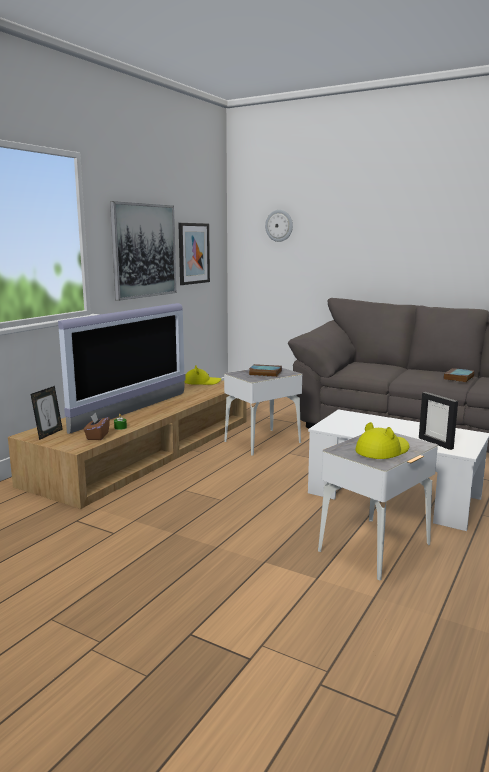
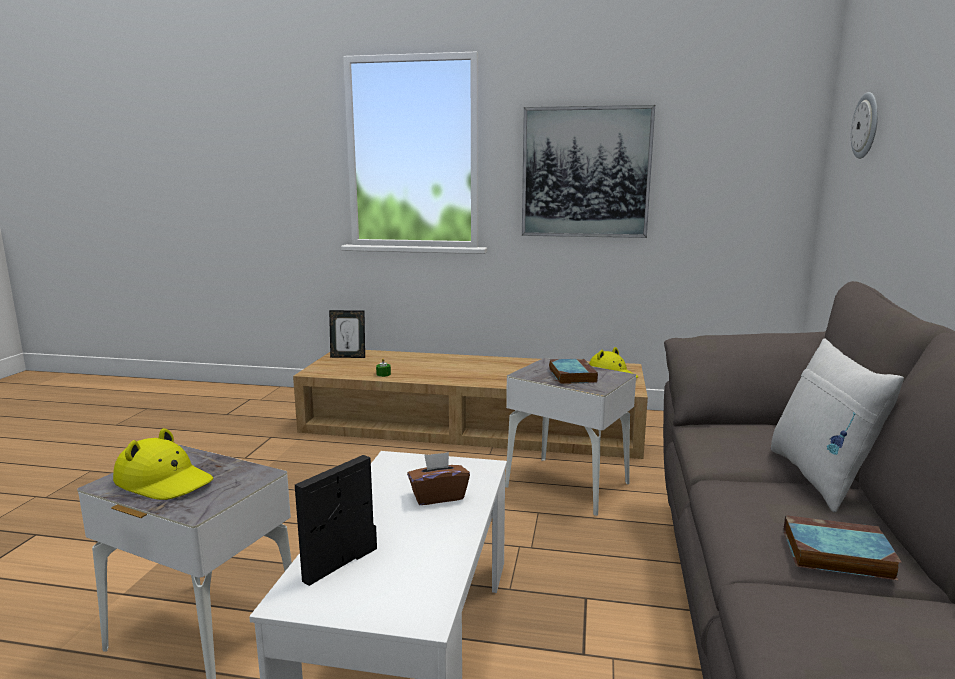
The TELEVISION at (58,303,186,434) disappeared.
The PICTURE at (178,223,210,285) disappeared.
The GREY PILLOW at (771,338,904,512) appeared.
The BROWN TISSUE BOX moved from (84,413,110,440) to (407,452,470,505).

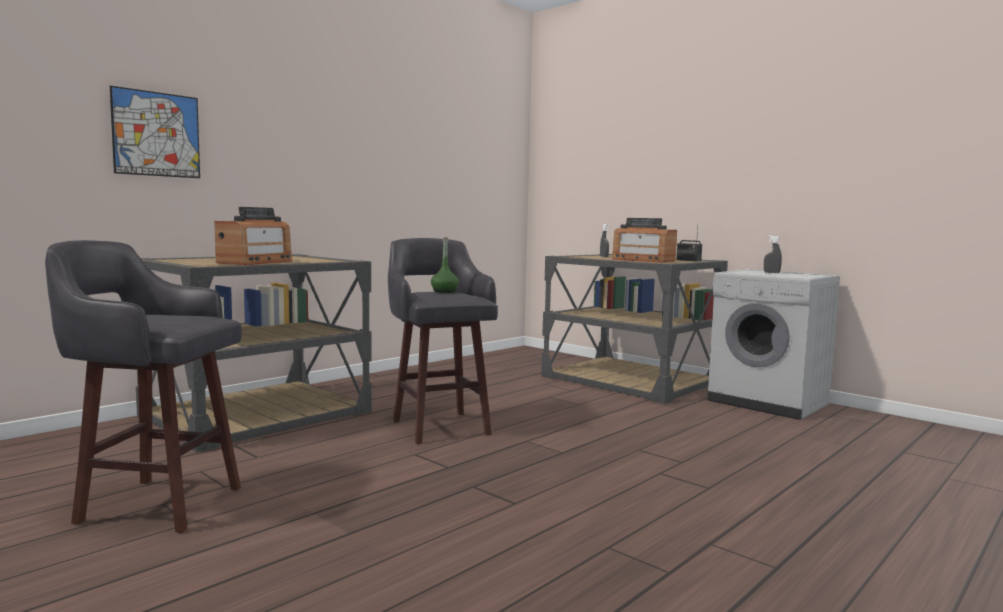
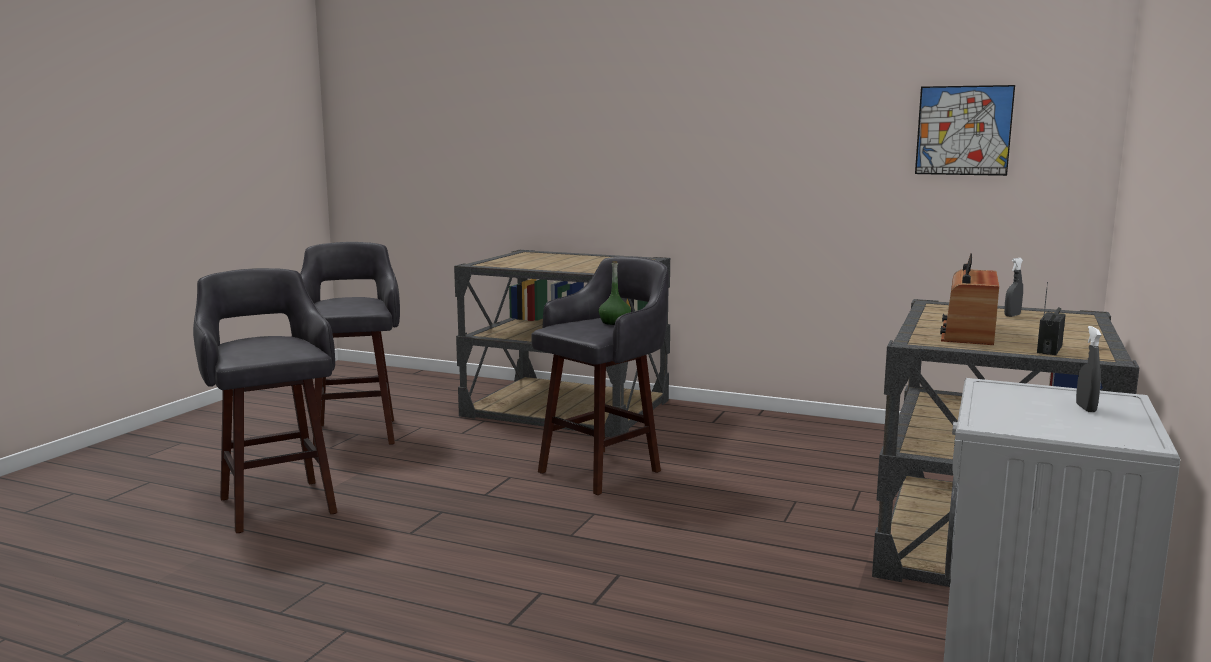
The RADIO at (214,207,292,265) disappeared.
The GREY STOOL at (193,268,337,533) appeared.
The PICTURE moved from (110,86,200,178) to (915,85,1015,176).

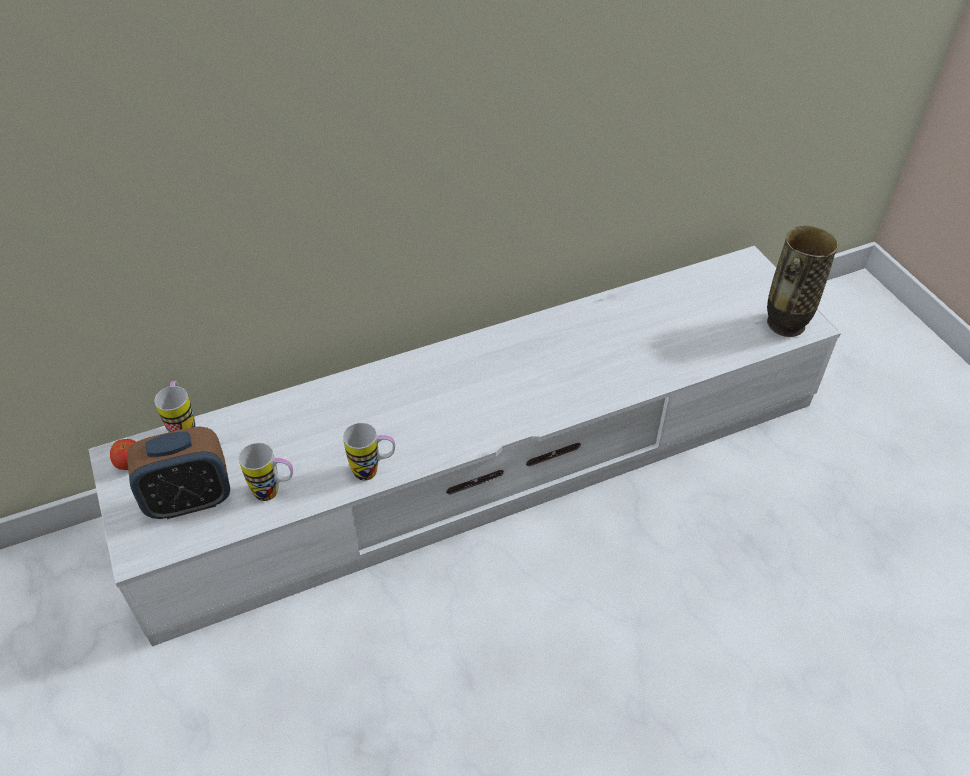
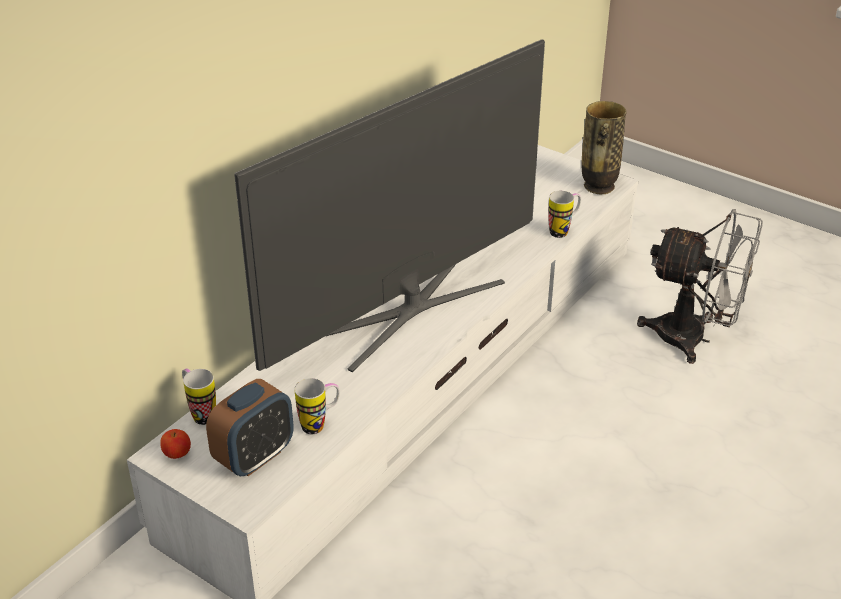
The TELEVISION at (234,39,545,372) appeared.
The GREY FAN at (637,209,763,364) appeared.
The MUG moved from (343,423,395,481) to (548,191,581,238).

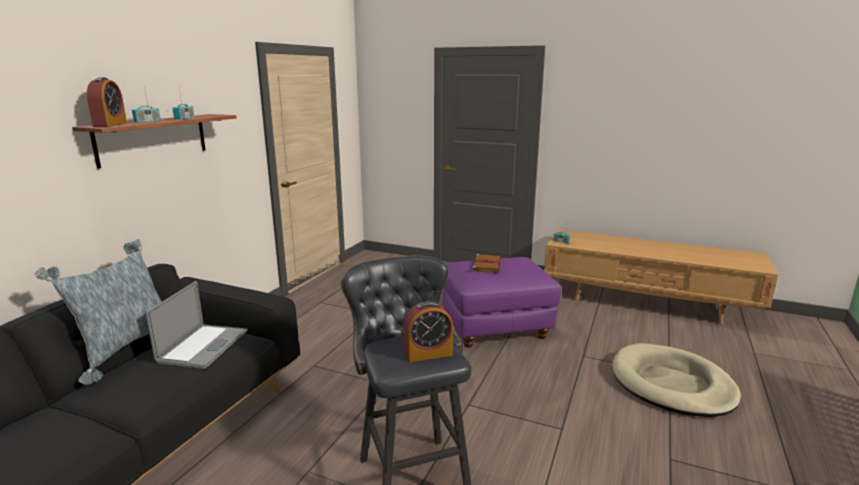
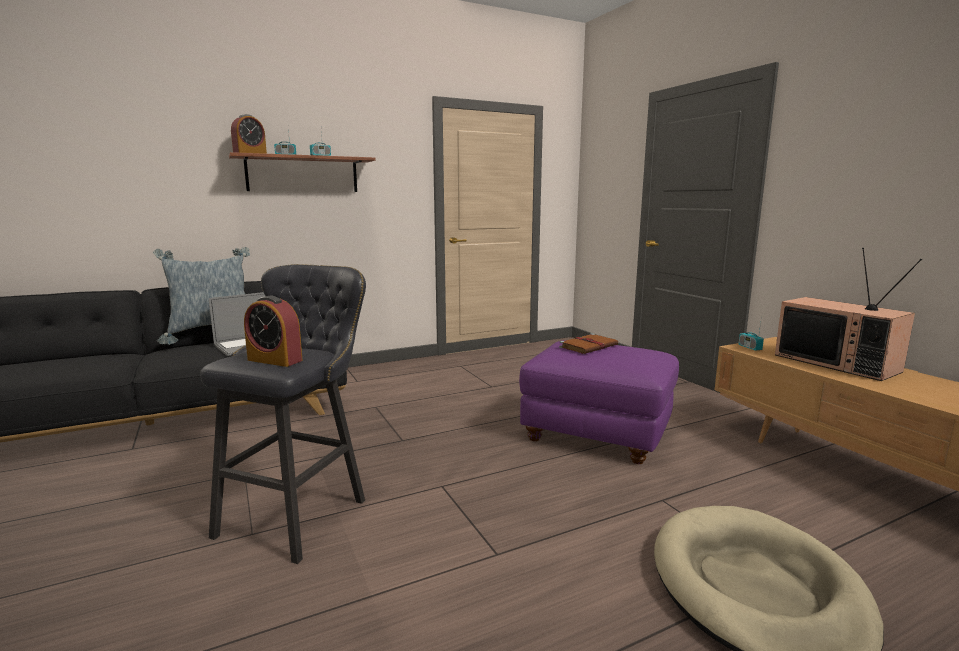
The TELEVISION at (775,248,922,381) appeared.

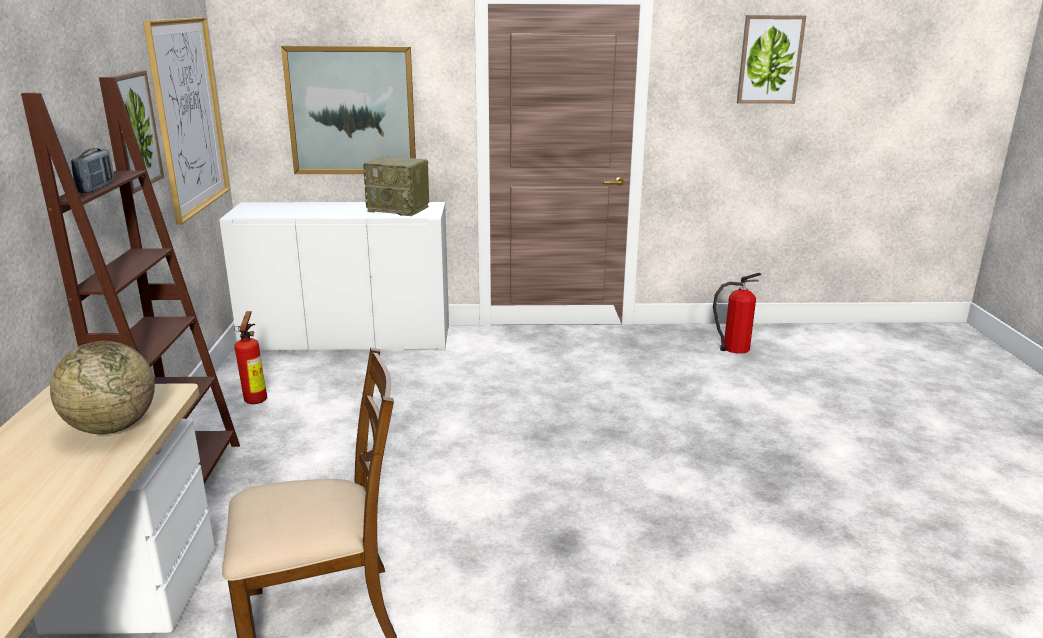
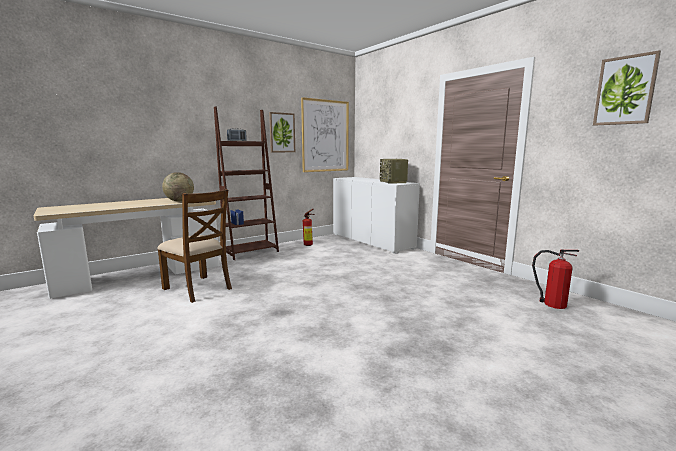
The PICTURE at (281,46,416,174) disappeared.

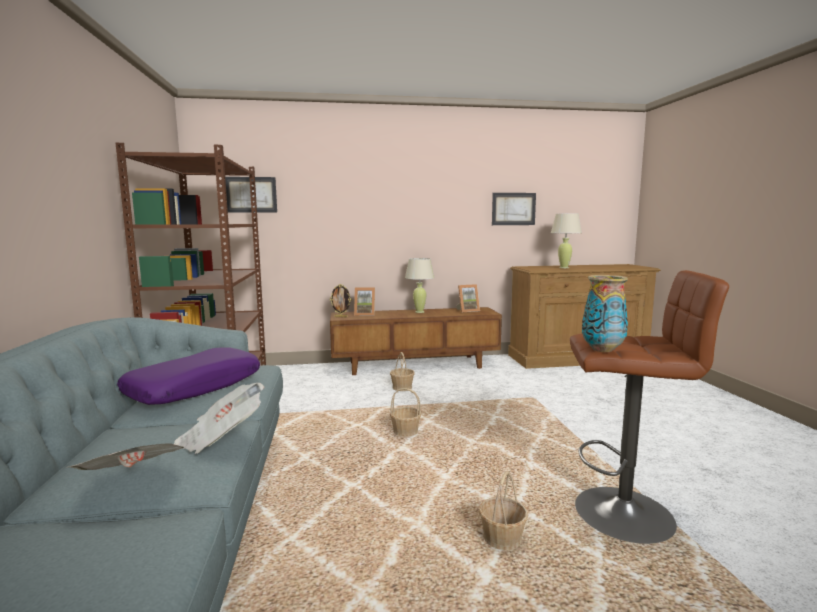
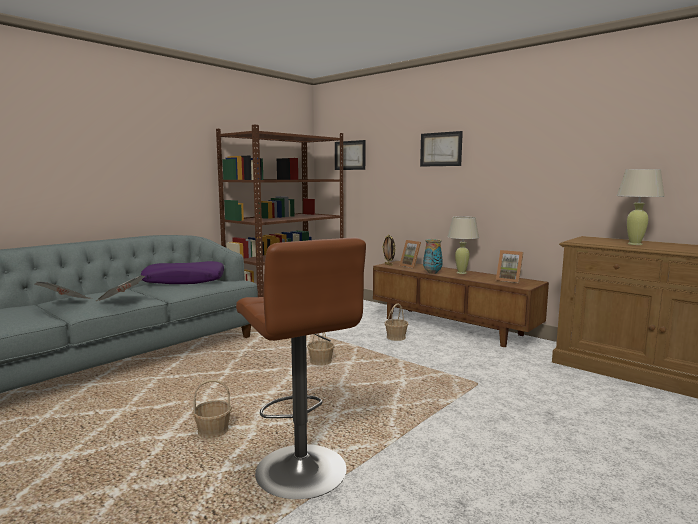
The PICTURE moved from (492,193,536,225) to (420,131,463,167).
The VASE moved from (582,275,628,352) to (423,239,443,274).

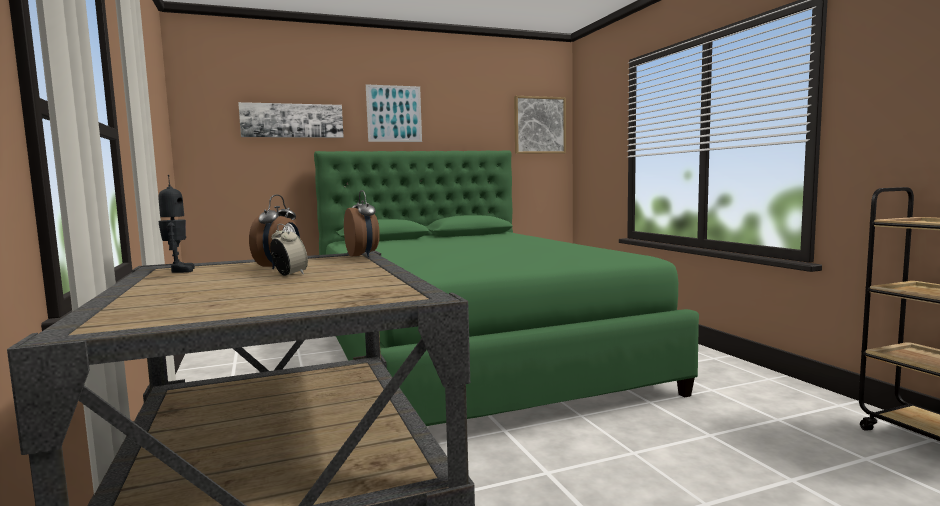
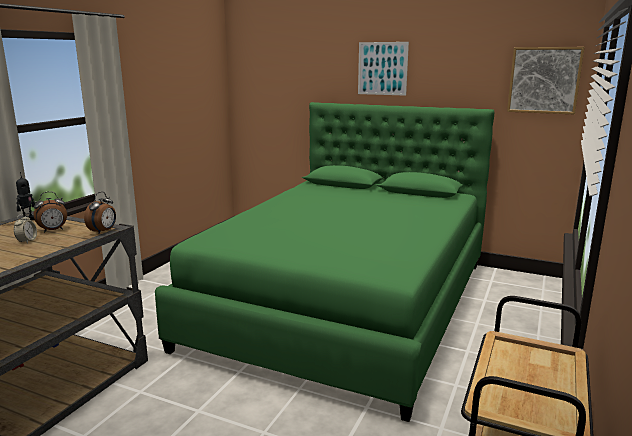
The PICTURE at (238,102,344,138) disappeared.

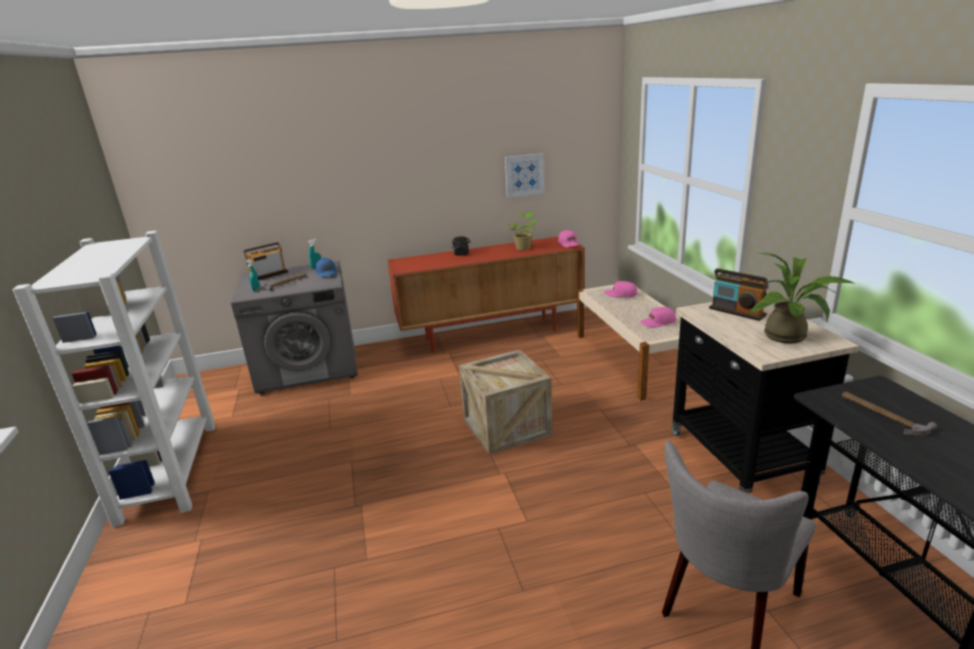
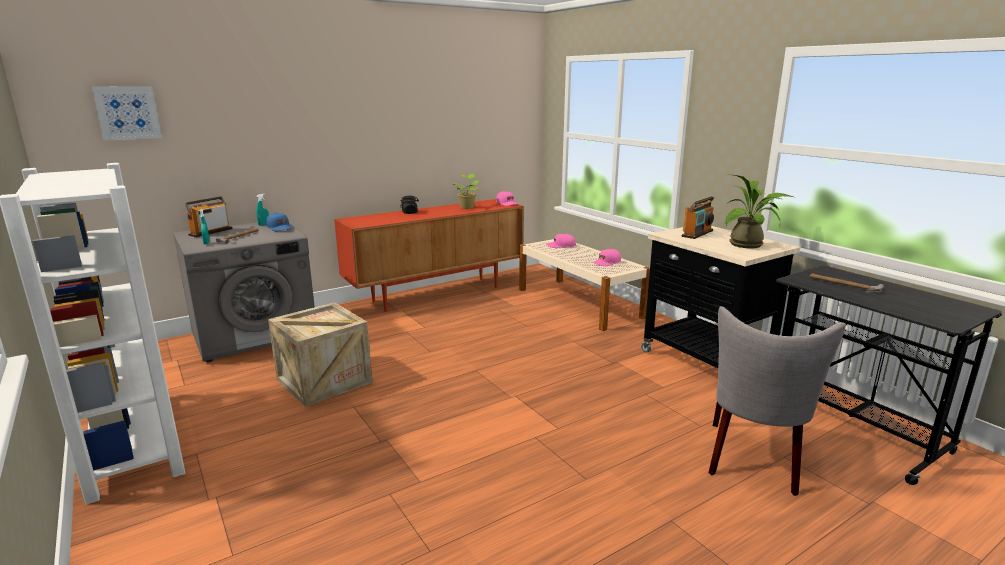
The CRATE moved from (459,350,553,455) to (268,302,372,407).
The PICTURE moved from (505,153,545,198) to (92,86,162,141).
The RADIO at (709,268,769,321) turned 75 degrees counterclockwise.

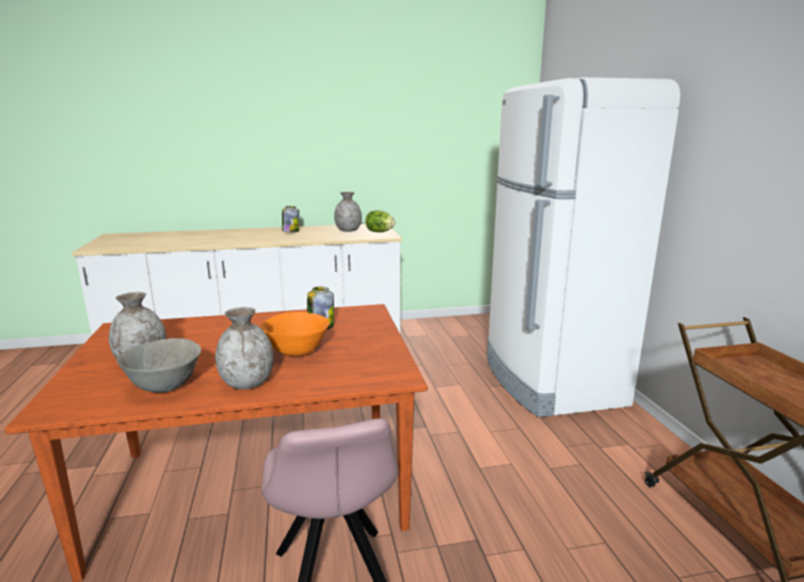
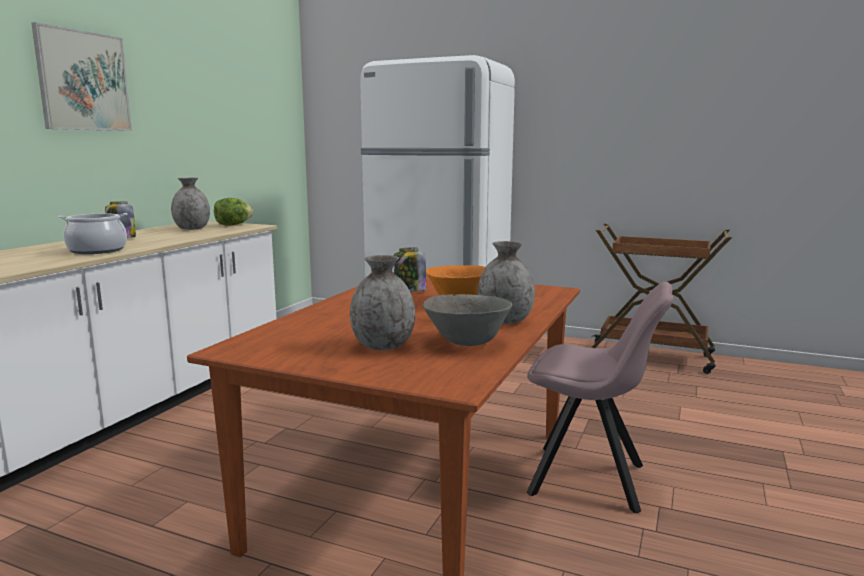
The PICTURE at (31,22,132,131) appeared.
The COOKING POT at (58,213,127,254) appeared.

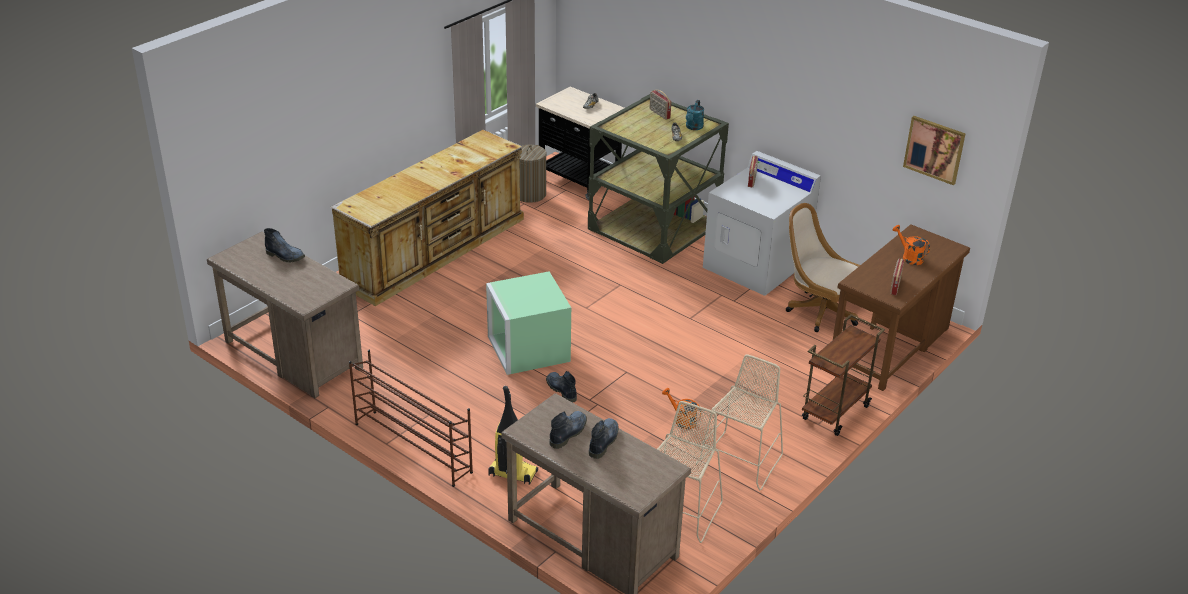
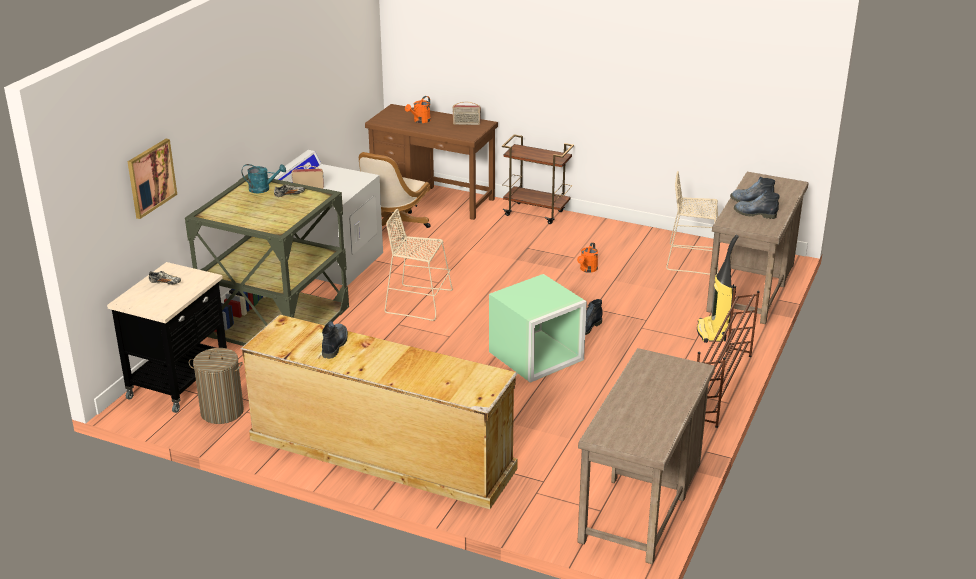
The RADIO at (650,90,671,120) disappeared.
The BOOT moved from (264,228,305,262) to (322,321,348,359).
The BEIGE STOOL moved from (696,355,783,491) to (384,209,453,321).
The PICTURE moved from (903,116,966,185) to (127,139,177,219).

